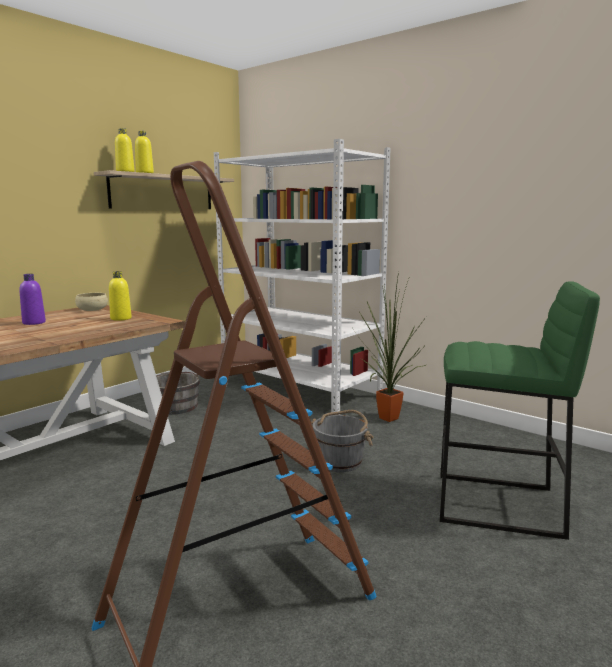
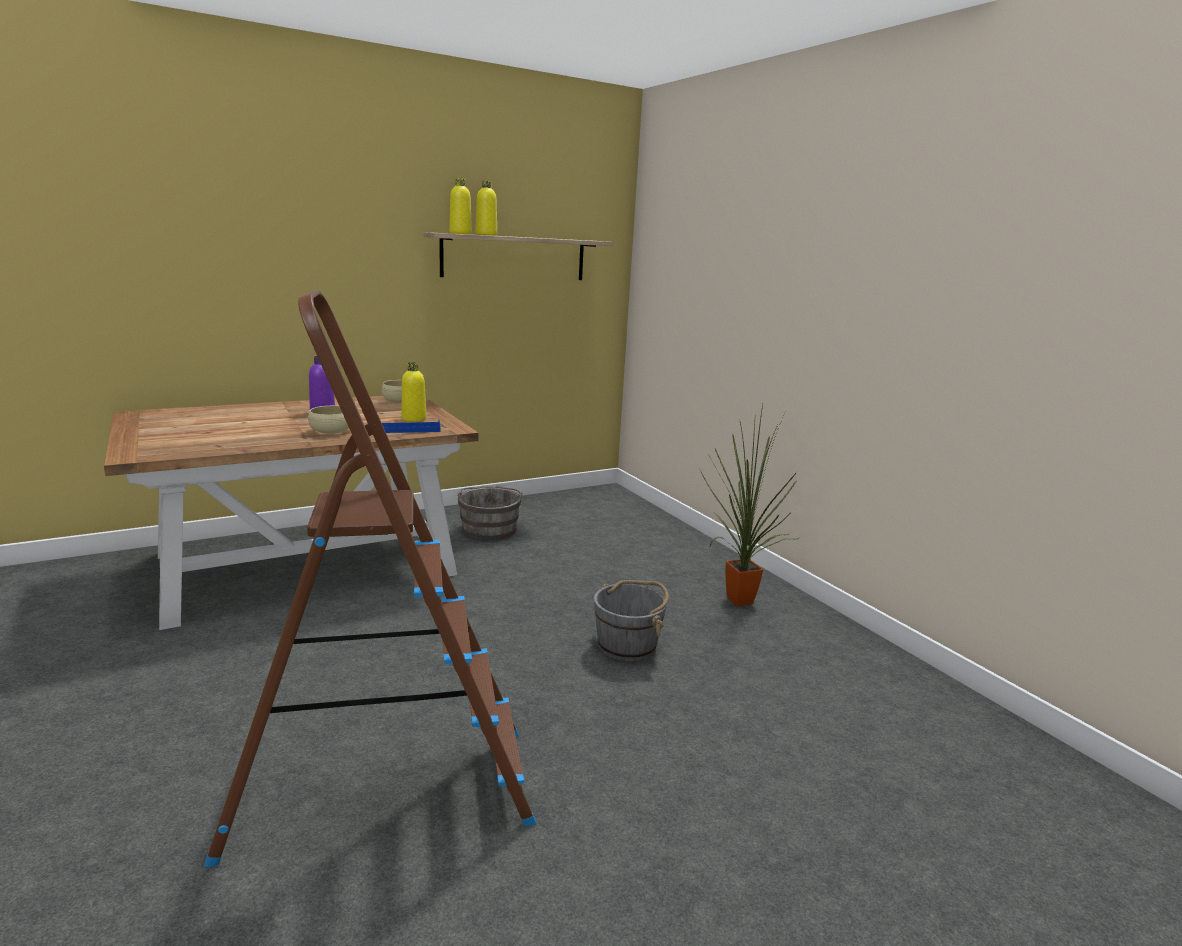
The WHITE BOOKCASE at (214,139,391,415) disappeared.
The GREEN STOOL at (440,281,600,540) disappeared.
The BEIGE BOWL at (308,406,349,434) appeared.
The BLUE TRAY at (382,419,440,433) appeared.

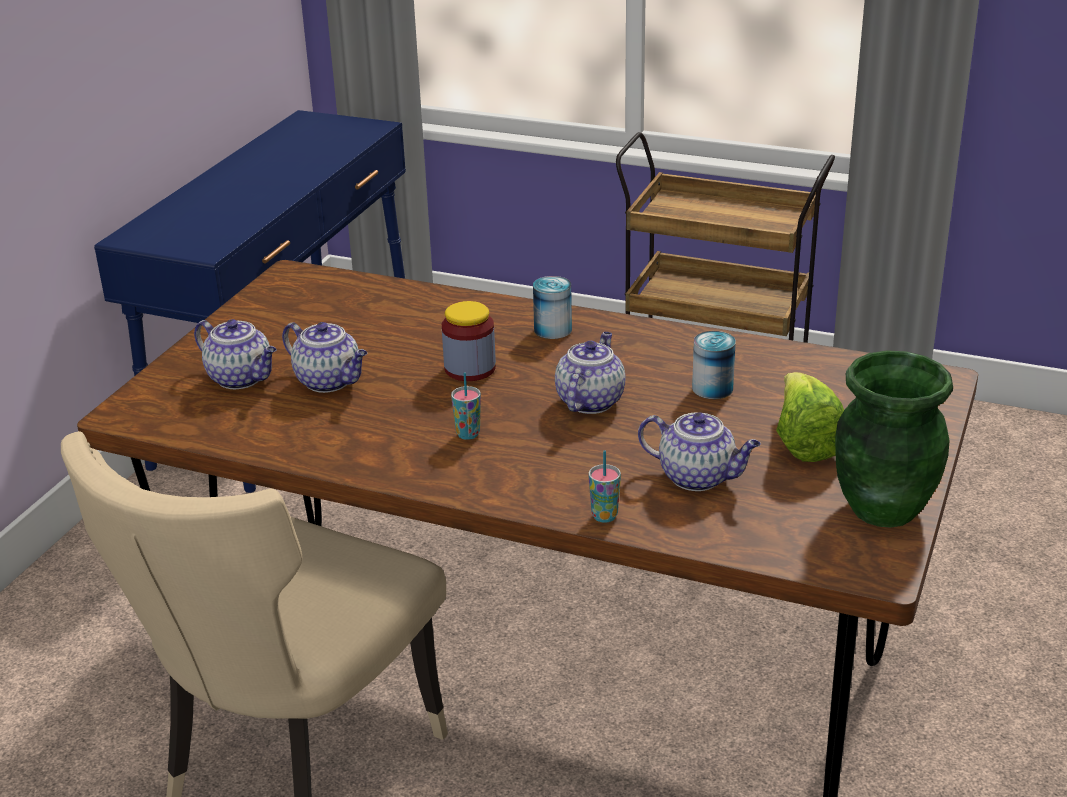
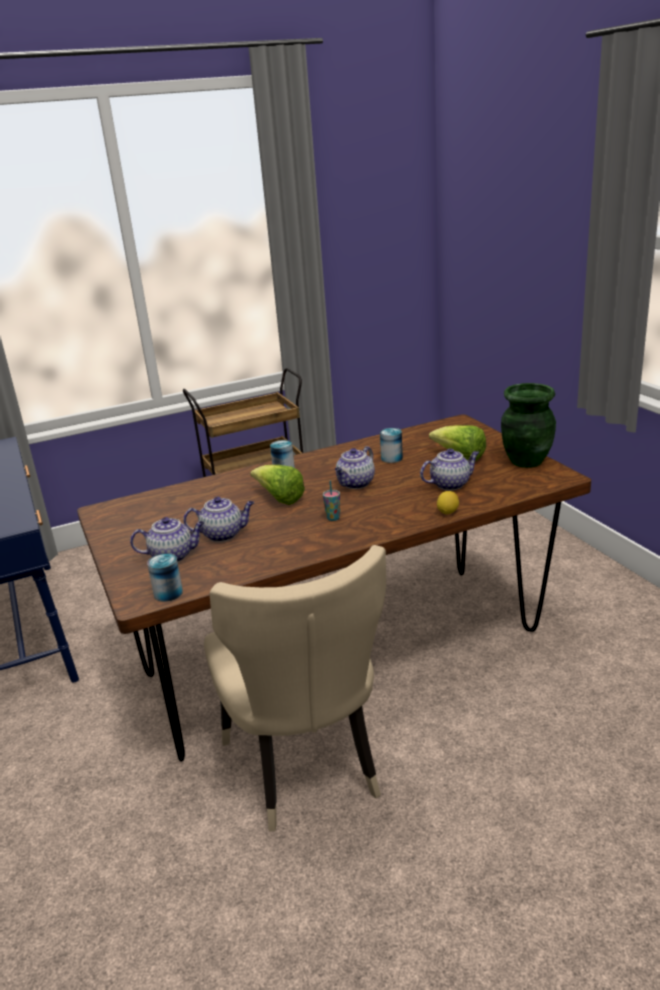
The CAN at (147,553,183,602) appeared.
The JAR at (442,301,496,381) was replaced by the LETTUCE at (250,465,305,505).
The CUP at (588,450,621,523) was replaced by the LEMON at (437,491,459,514).
The TEAPOT at (555,332,626,414) turned 120 degrees counterclockwise.

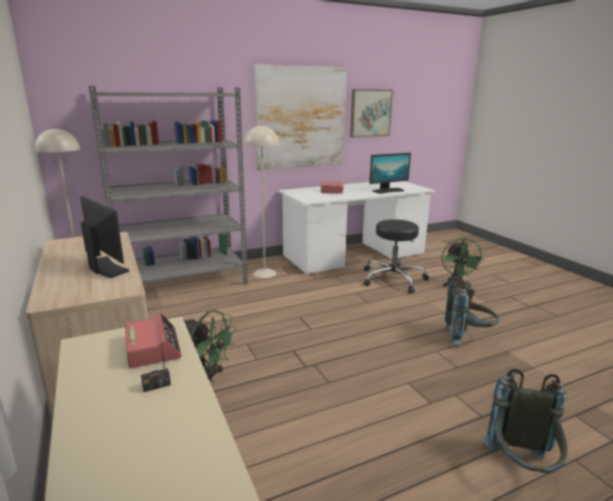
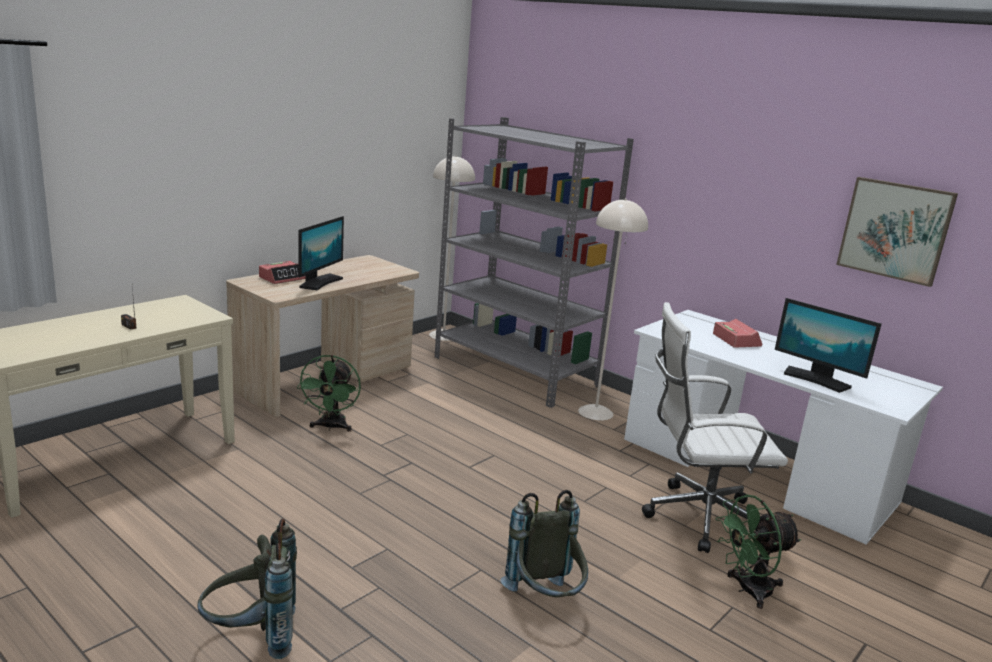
The PICTURE at (254,64,347,170) disappeared.
The ALARM CLOCK moved from (125,313,182,368) to (259,261,306,284).
The BLACK STOOL at (363,219,429,293) was replaced by the WHITE OFFICE CHAIR at (642,302,788,553).

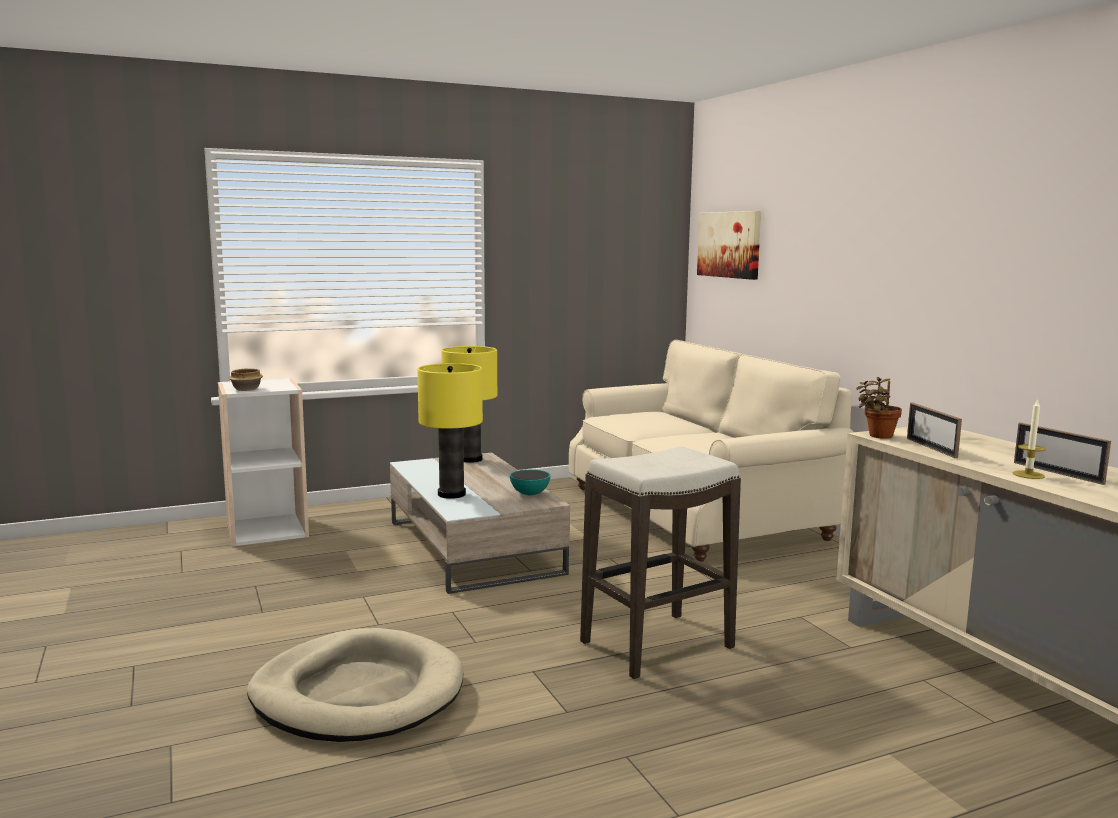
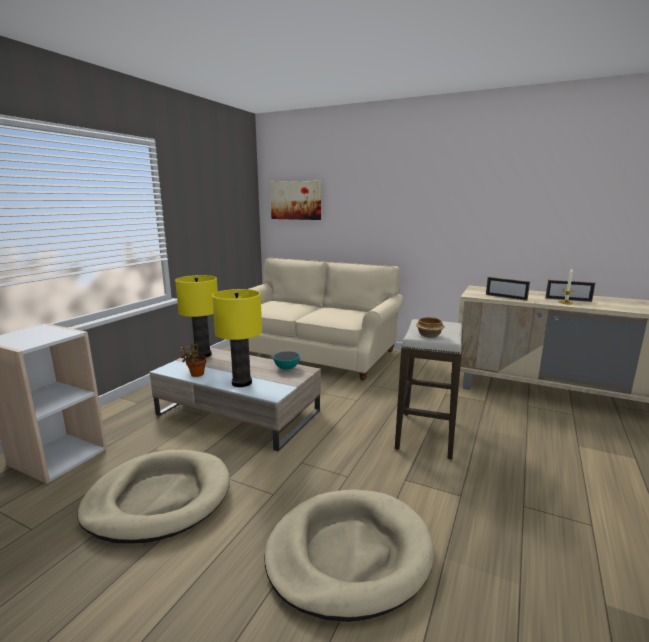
The BEIGE DOG BED at (77,450,230,544) appeared.
The BOWL moved from (228,368,263,391) to (416,317,445,338).
The POTTED PLANT moved from (856,377,902,439) to (179,343,207,377).

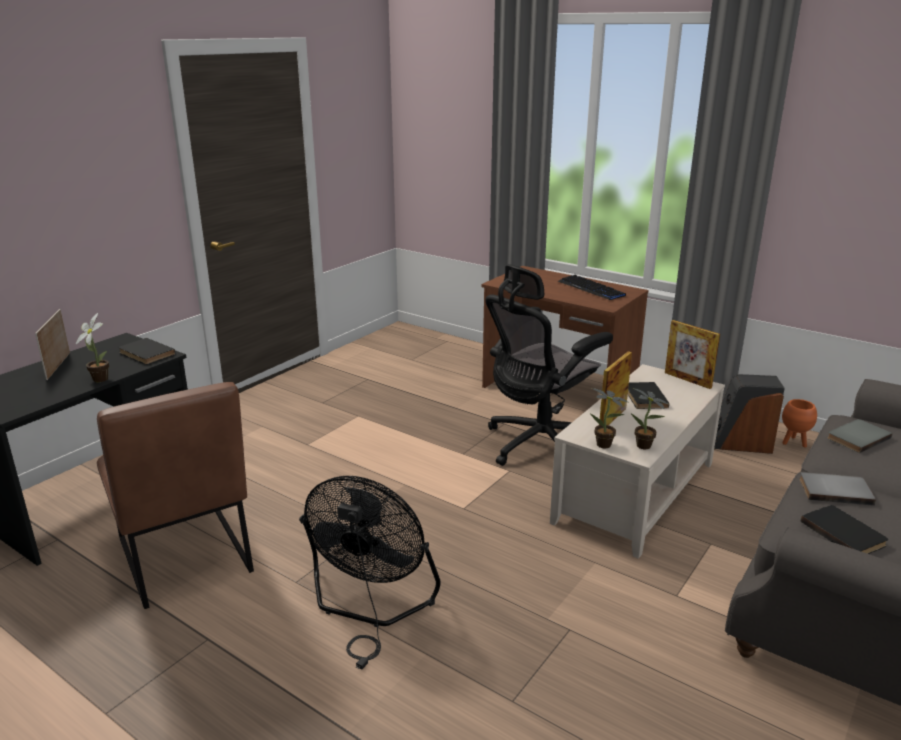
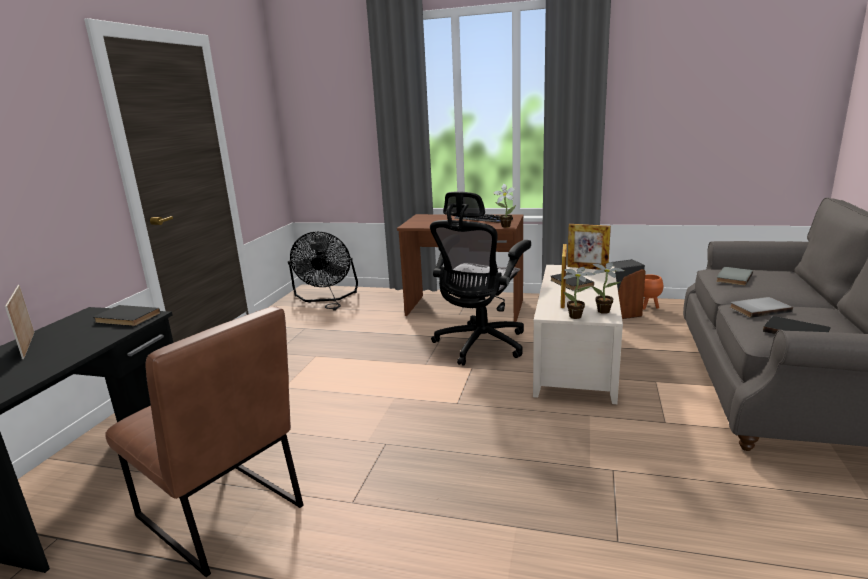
The POTTED PLANT moved from (76,313,109,382) to (493,184,516,228).
The BLACK FAN moved from (299,476,440,669) to (288,232,358,310).

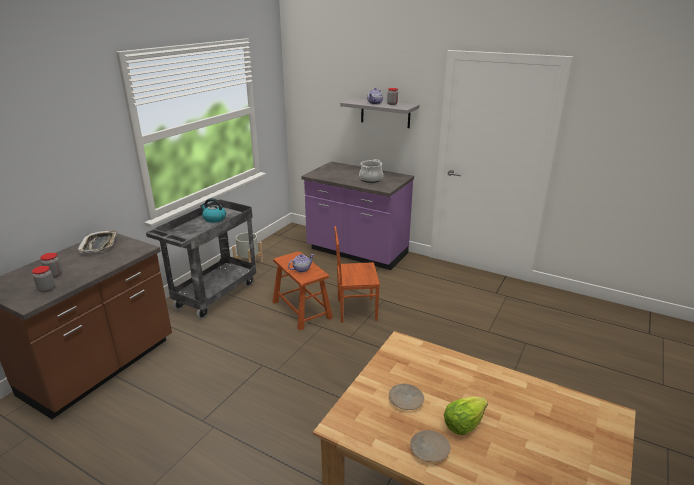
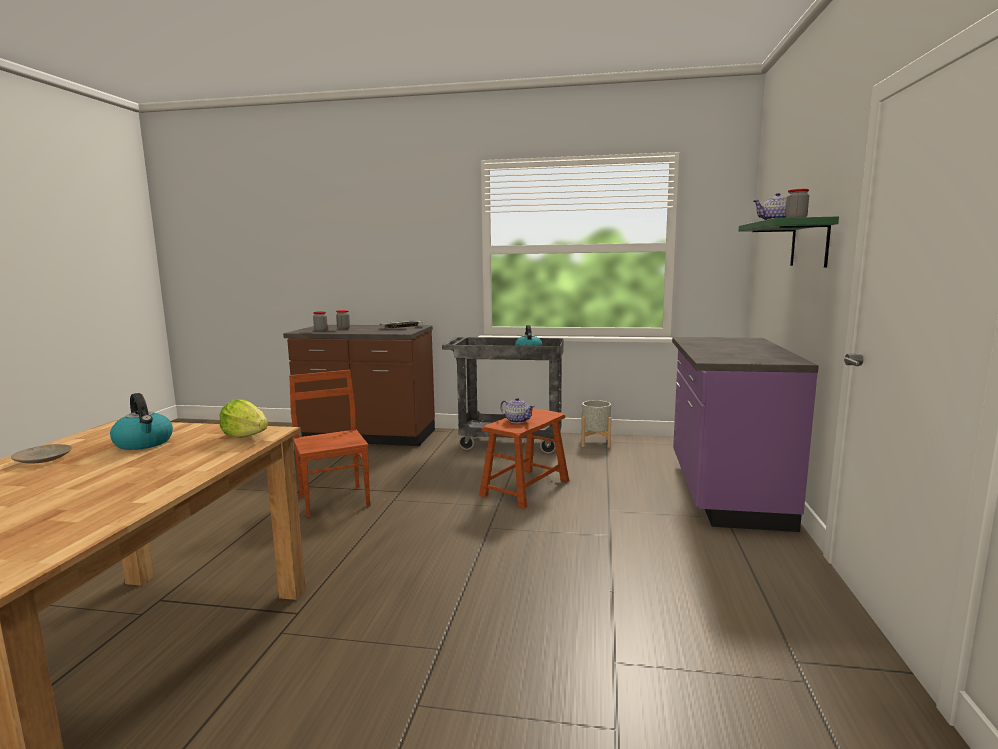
The COOKING POT at (359,159,383,183) disappeared.
The BROWN CHAIR moved from (334,226,380,323) to (289,370,370,517).
The LETTUCE moved from (444,396,488,435) to (220,399,268,438).
The BEIGE PLATE at (389,384,424,410) was replaced by the KETTLE at (110,393,173,450).
The GREY SHELF at (340,98,419,128) became the GREEN SHELF at (739,216,839,268).

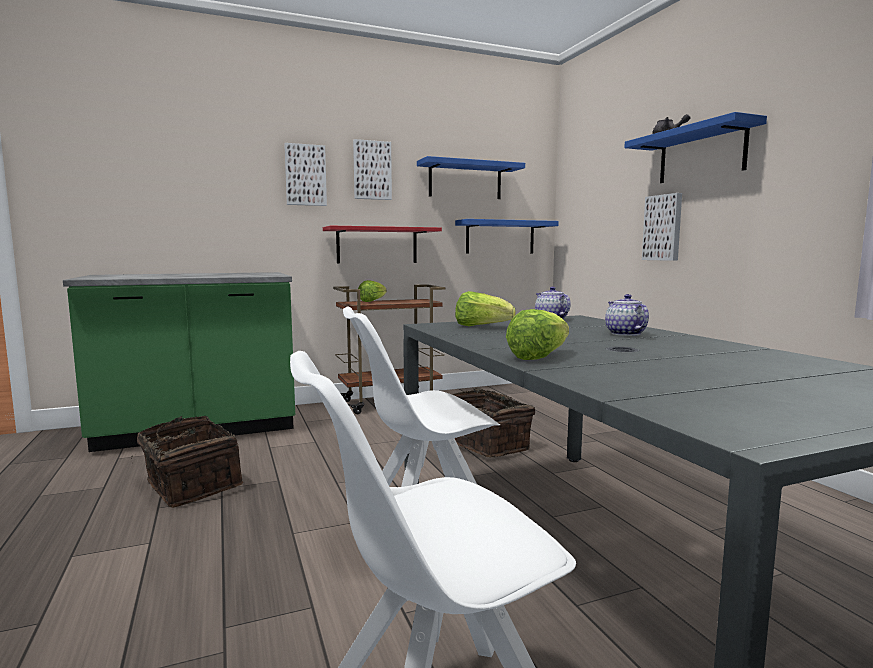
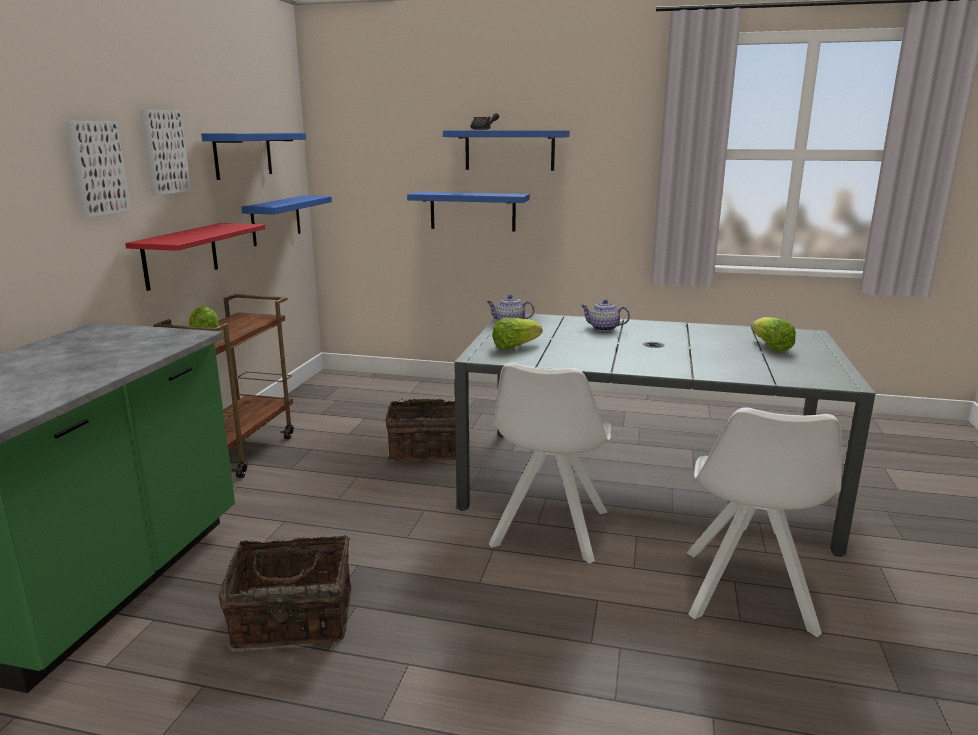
The LETTUCE moved from (506,309,569,360) to (751,317,796,351).
The PICTURE at (642,193,682,261) was replaced by the BLUE SHELF at (407,192,530,232).

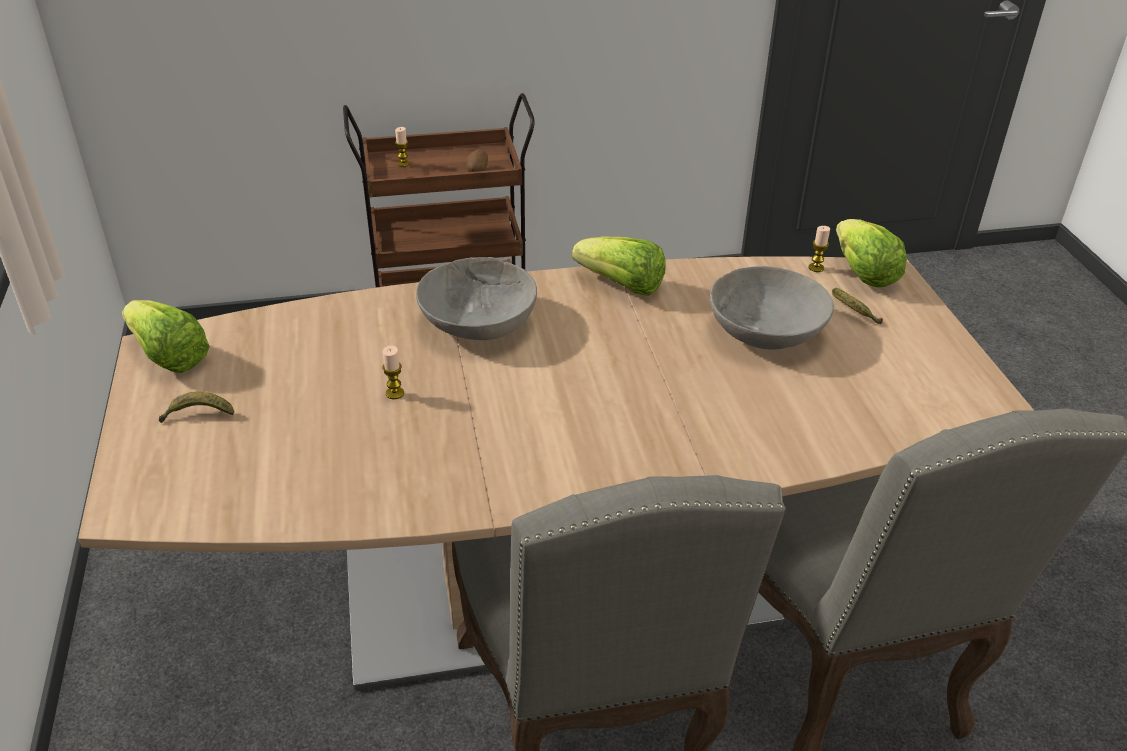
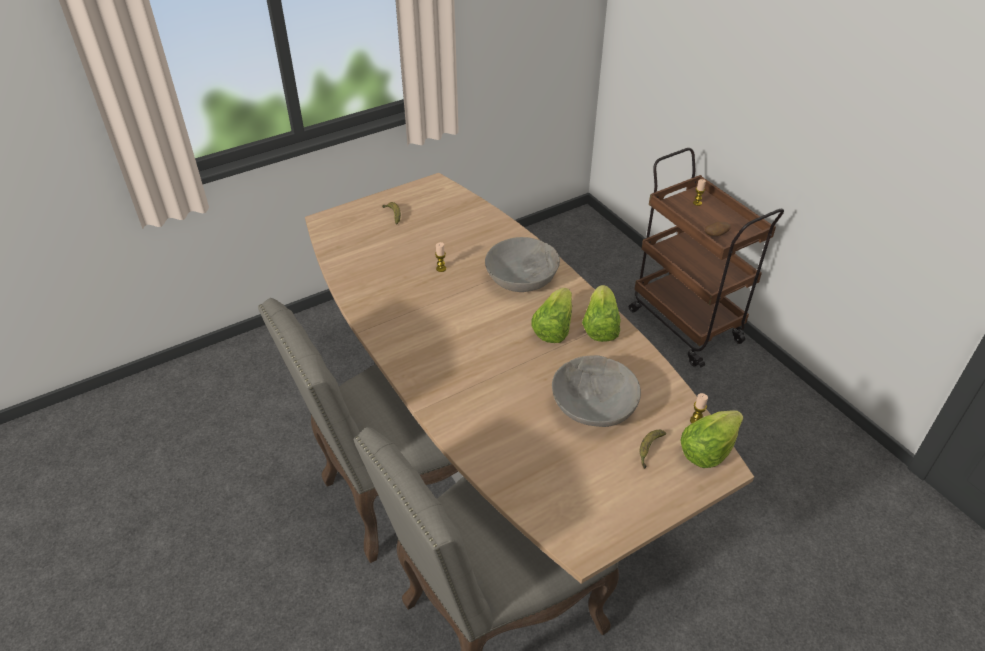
The LETTUCE moved from (122,300,210,373) to (532,288,572,343).

